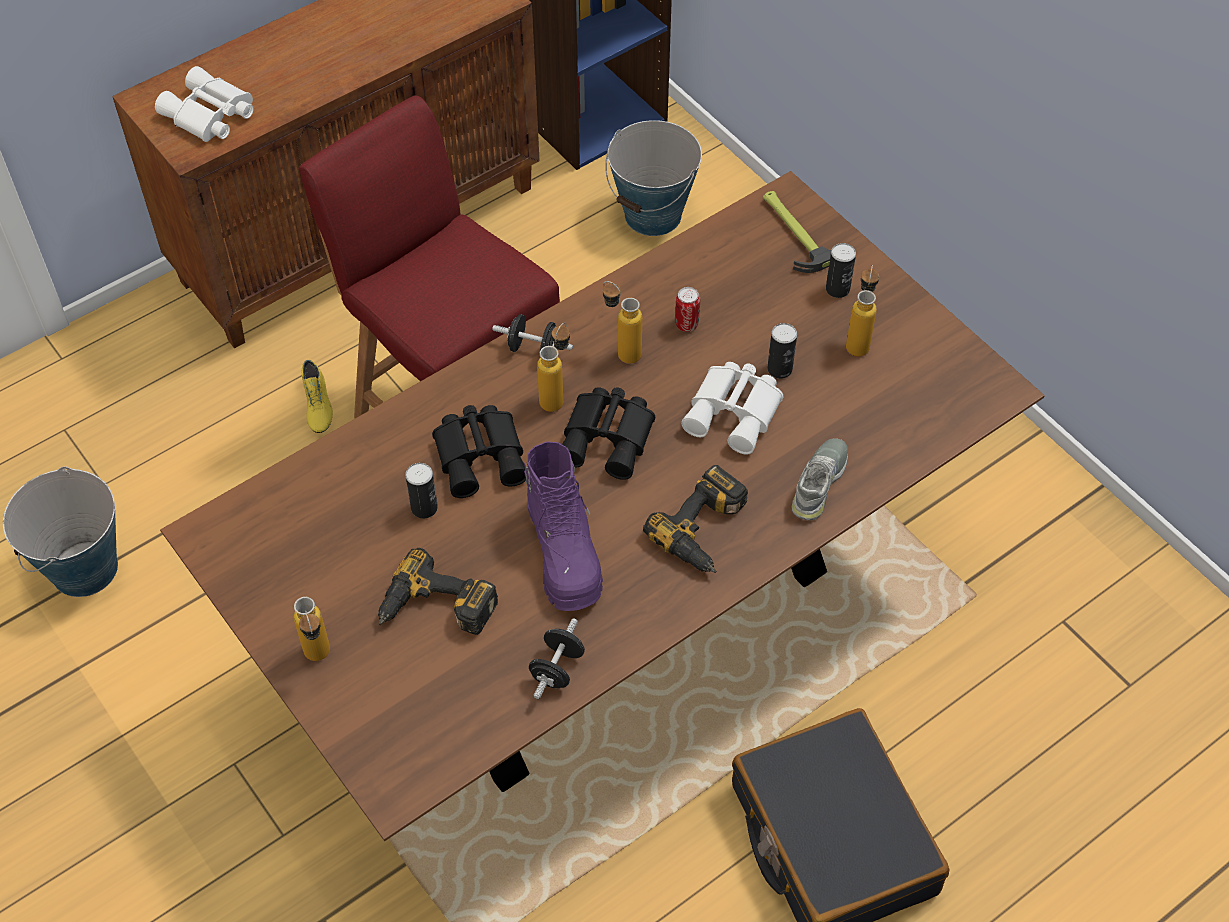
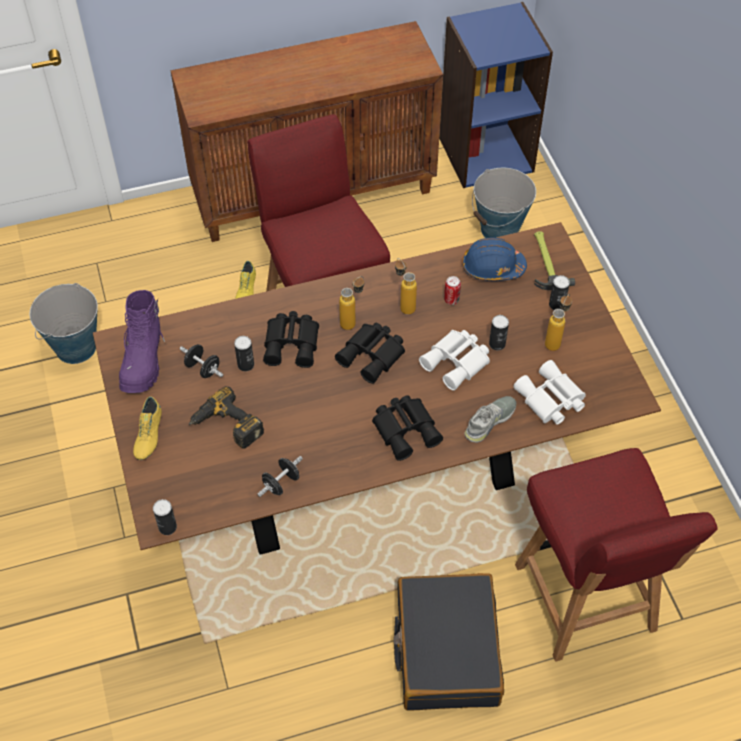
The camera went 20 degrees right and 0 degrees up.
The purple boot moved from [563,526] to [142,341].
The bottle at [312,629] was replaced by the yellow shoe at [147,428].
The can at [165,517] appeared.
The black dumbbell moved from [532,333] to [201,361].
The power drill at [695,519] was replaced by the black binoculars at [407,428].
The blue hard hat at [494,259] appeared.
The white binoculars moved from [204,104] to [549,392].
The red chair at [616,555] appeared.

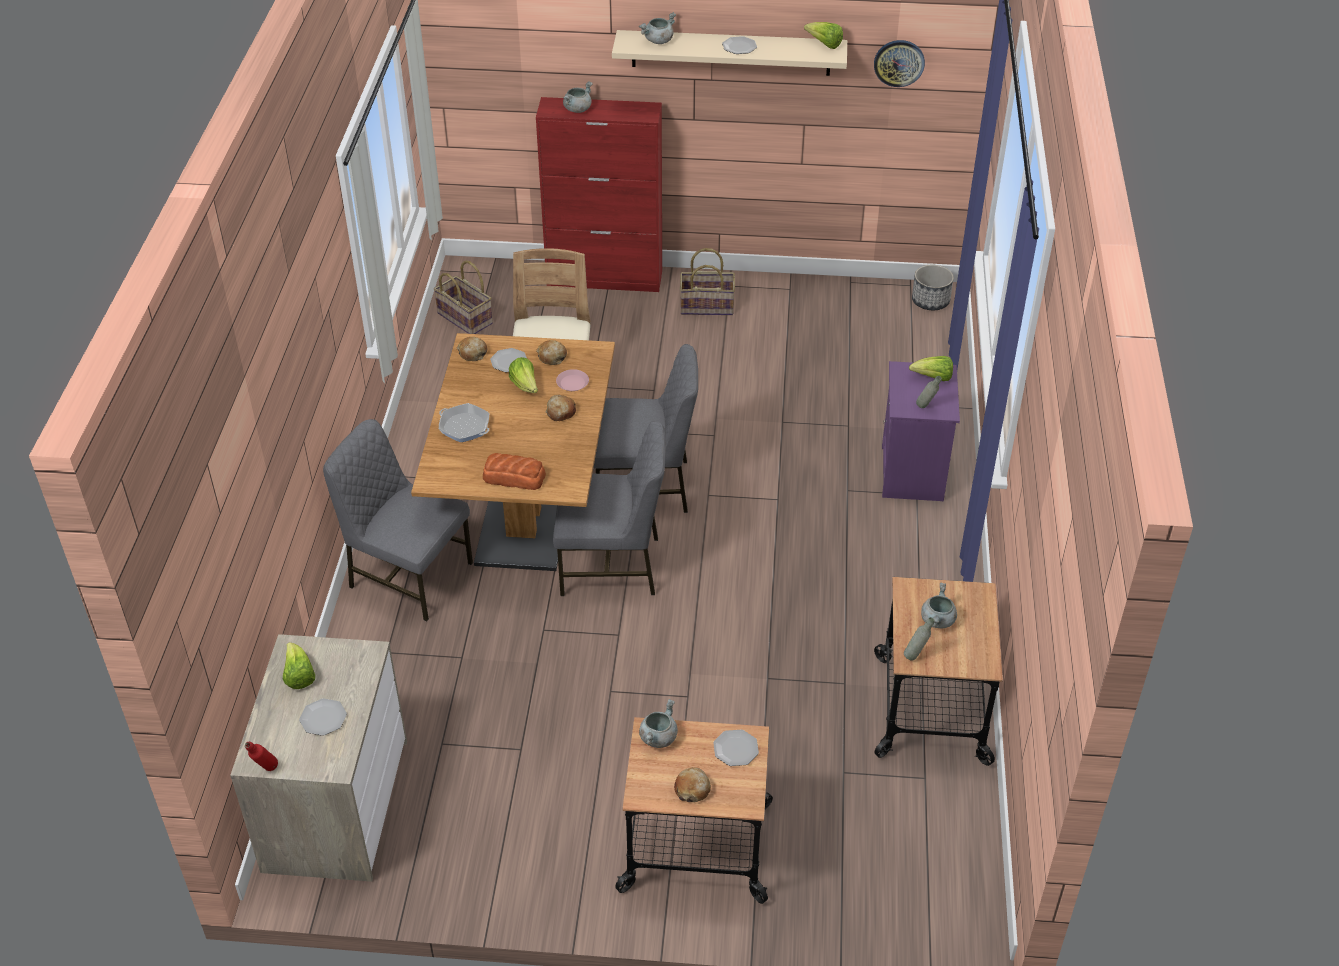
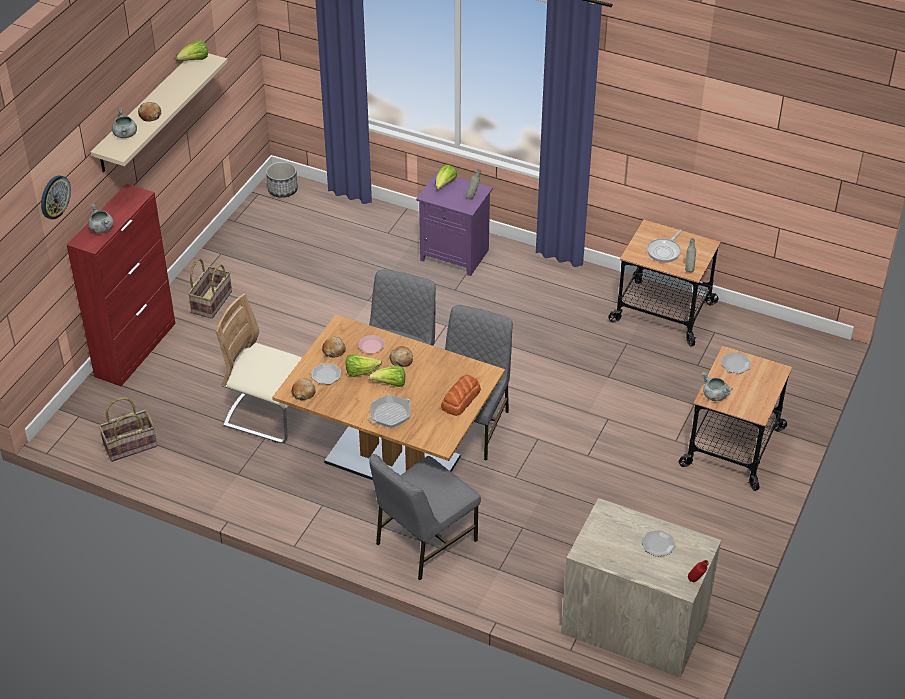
The camera went 70 degrees left and 0 degrees up.
The wall clock moved from [899,63] to [56,197].
The bread moved from [692,784] to [149,112].
The lettuce moved from [299,665] to [387,376].
The grey cooking pot at [939,605] was replaced by the frying pan at [664,246].
The plate at [739,45] disappeared.

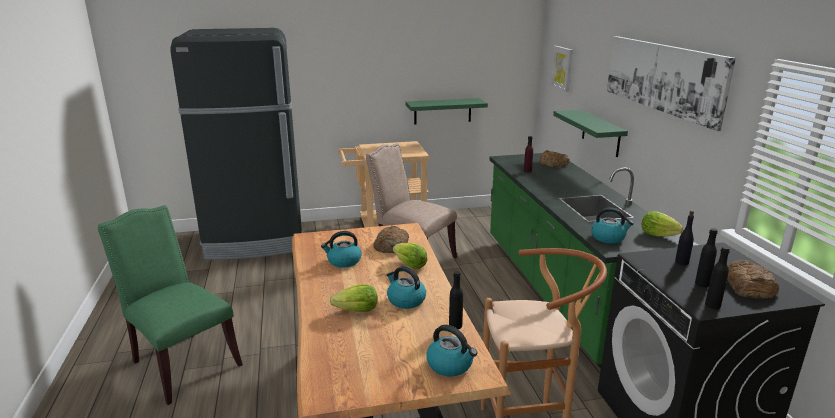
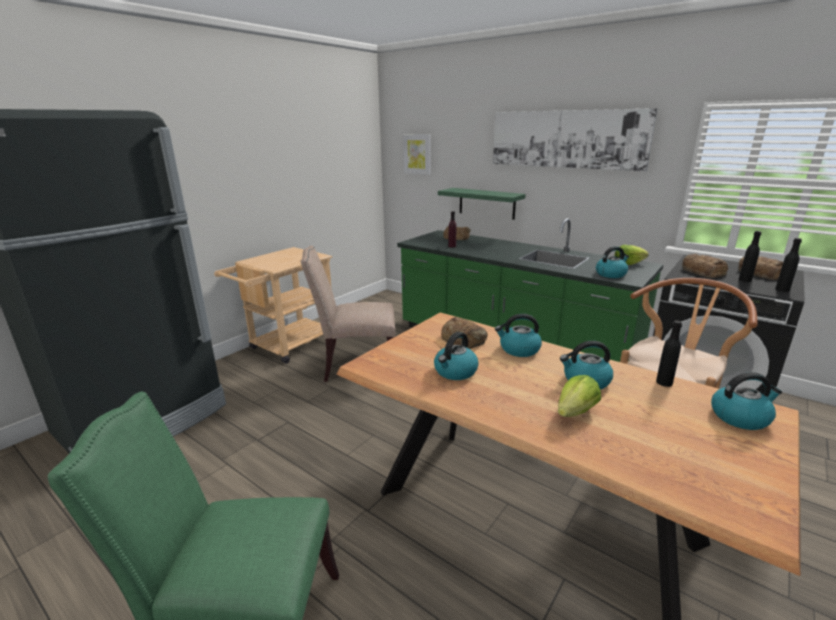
The camera went 40 degrees left and 0 degrees up.
The lettuce at [410,256] was replaced by the kettle at [518,335].
The black bottle at [684,238] was replaced by the bread at [705,266].
The green shelf at [447,111] disappeared.

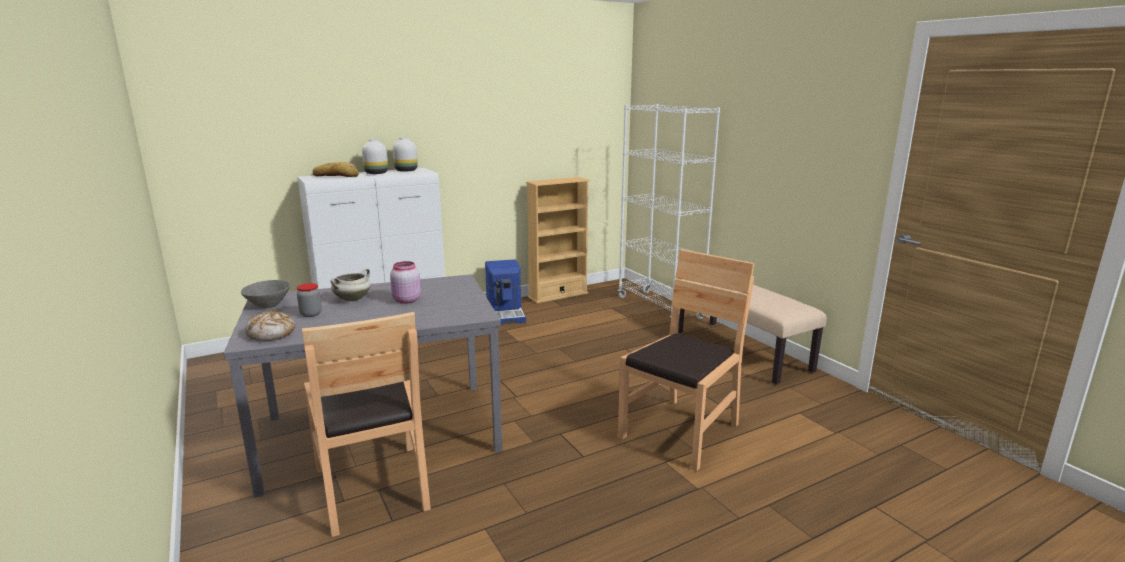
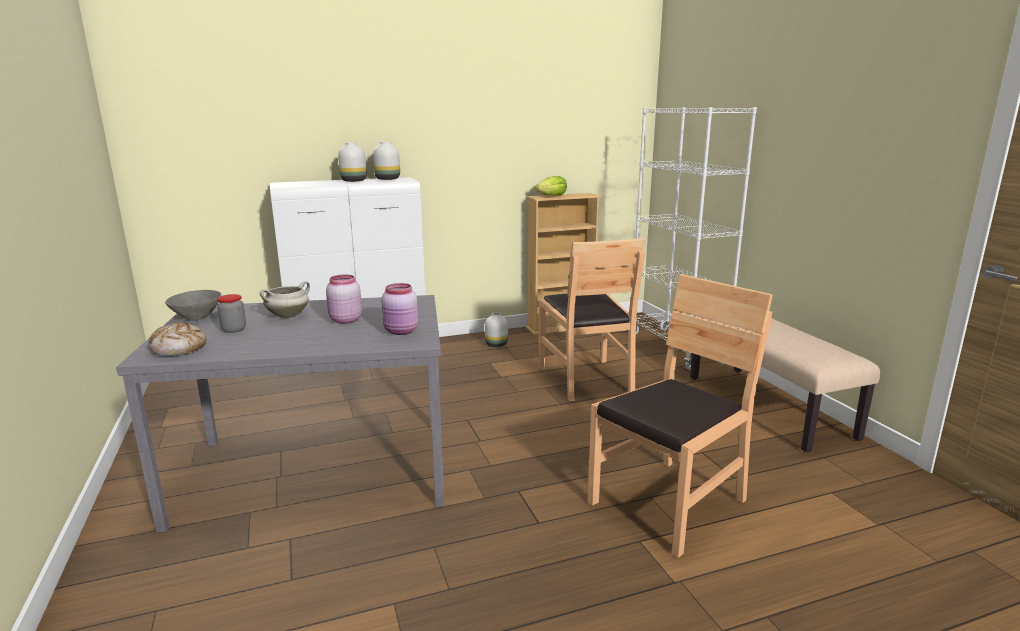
The camera went 10 degrees right and 0 degrees up.
The pink jar at [399,309] appeared.
The coffee machine at [505,292] was replaced by the white vase at [496,329].
The lettuce at [551,186] appeared.
The brown chair moved from [366,424] to [591,319].
The bread at [336,169] disappeared.

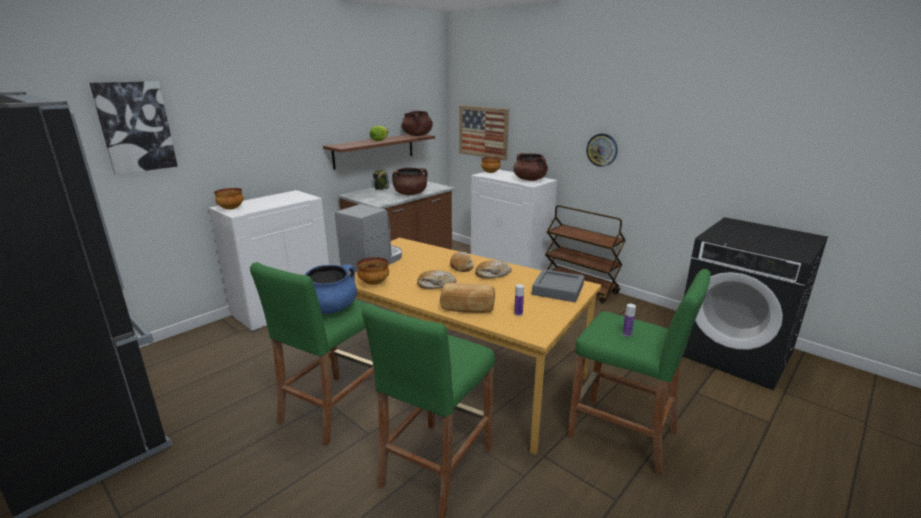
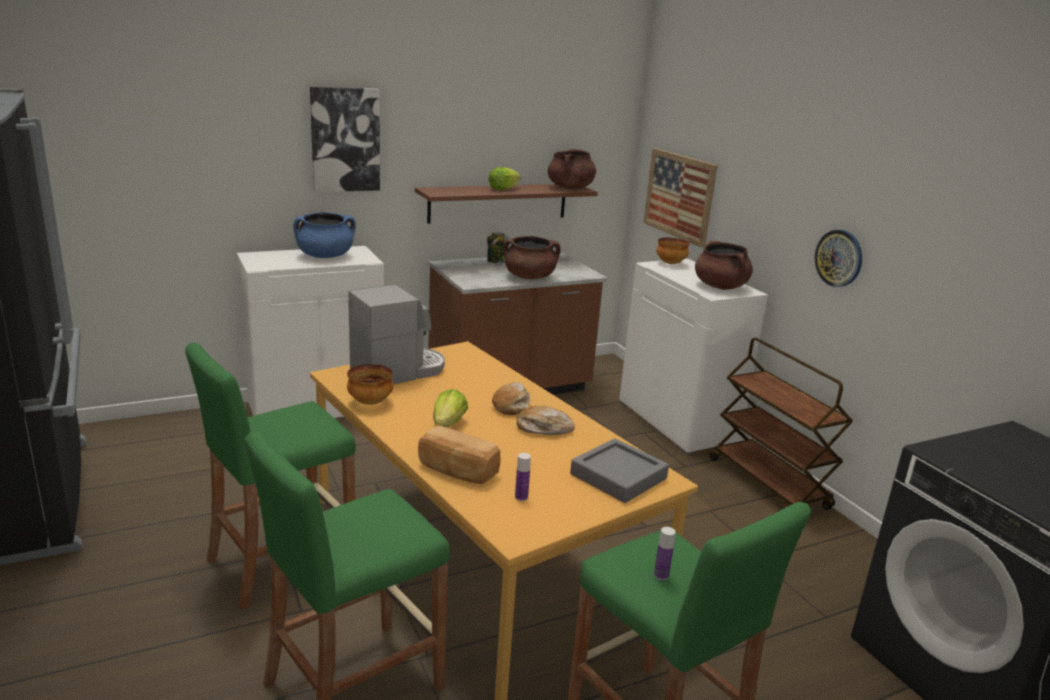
The camera went 20 degrees right and 0 degrees up.
The blue cooking pot moved from [331,289] to [325,235].
The picture moved from [134,128] to [345,139].
The bread at [437,279] was replaced by the lettuce at [450,408].
The bowl at [229,199] disappeared.

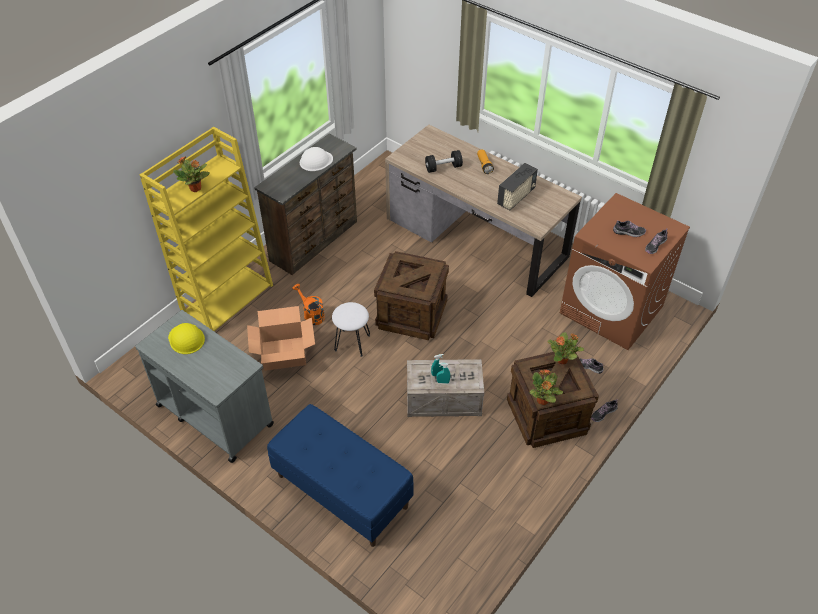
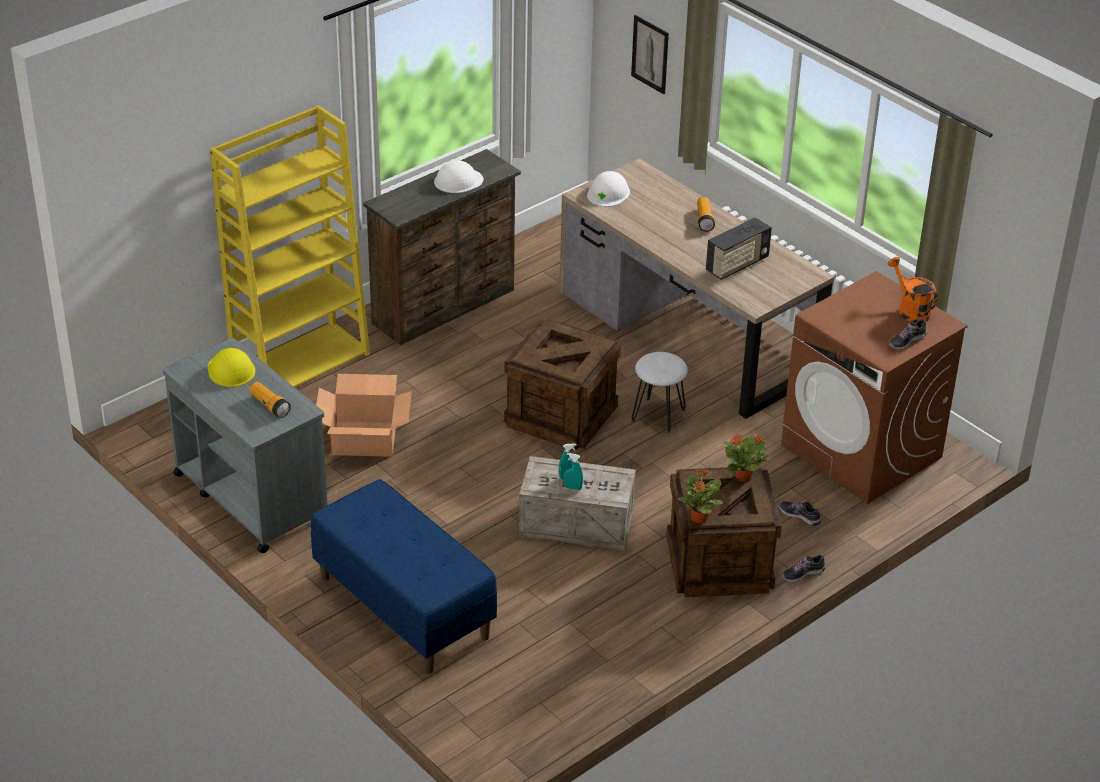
The camera went 10 degrees right and 10 degrees down.
The flashlight at [270,400] appeared.
The white hard hat at [608,189] appeared.
The picture at [650,54] appeared.
The white stool moved from [351,329] to [660,392].
The orange watering can moved from [308,304] to [913,290].
The potted plant at [191,174] disappeared.
The black dumbbell at [444,161] disappeared.
The shoe at [629,229] disappeared.

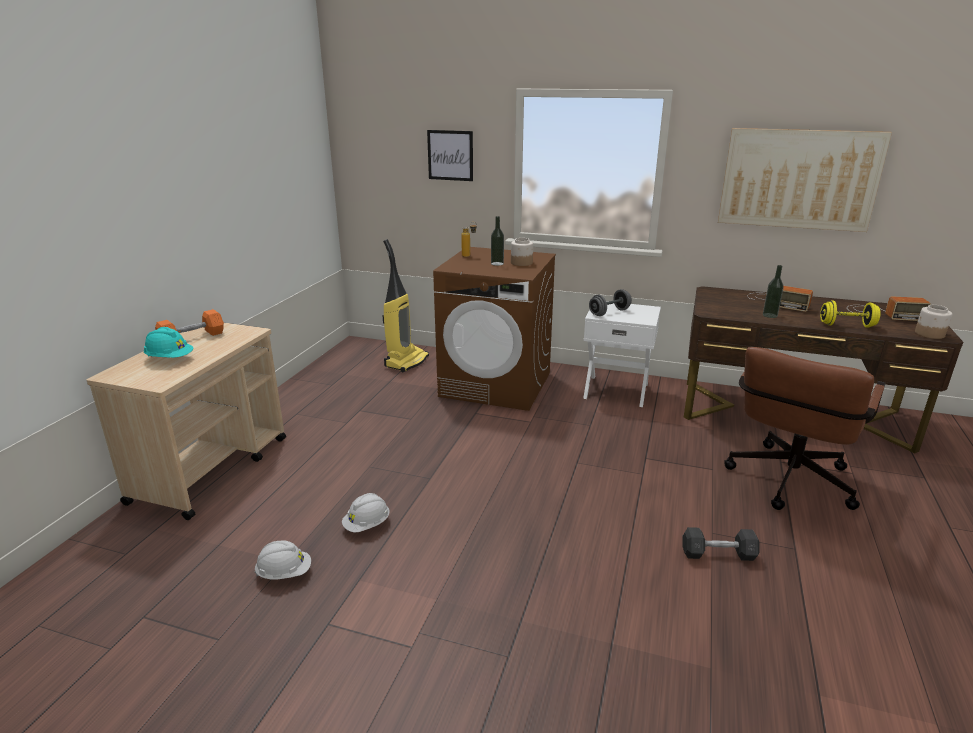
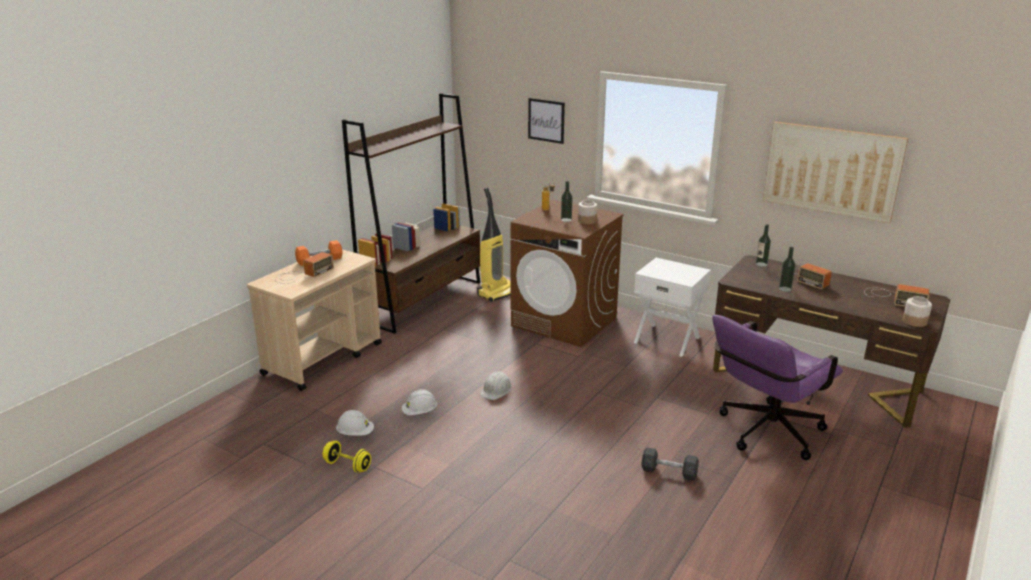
The camera went 15 degrees right and 0 degrees up.
The turquoise hard hat at [169,342] was replaced by the radio at [304,268].
The yellow dumbbell moved from [850,314] to [346,457].
The brown bookcase at [411,213] appeared.
The white hard hat at [496,385] appeared.
The brown office chair at [805,428] became the purple office chair at [777,387].
The bottle at [763,245] appeared.
The grey dumbbell at [610,302] disappeared.

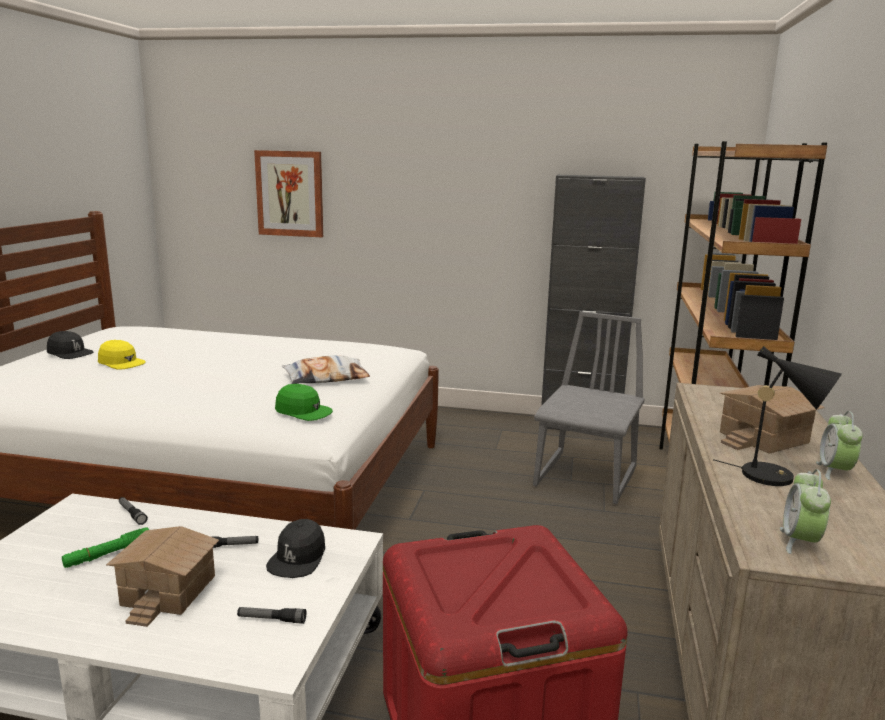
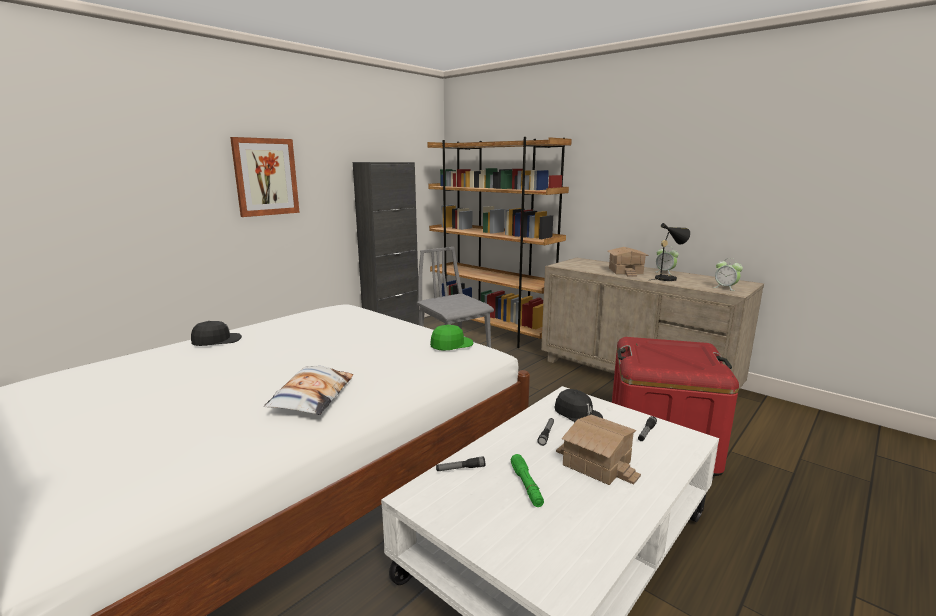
The camera went 60 degrees left and 0 degrees up.
The black cap moved from [70,345] to [216,333].
The picture moved from [288,193] to [265,177].
The pillow moved from [326,369] to [308,390].
The yellow cap at [122,355] disappeared.

